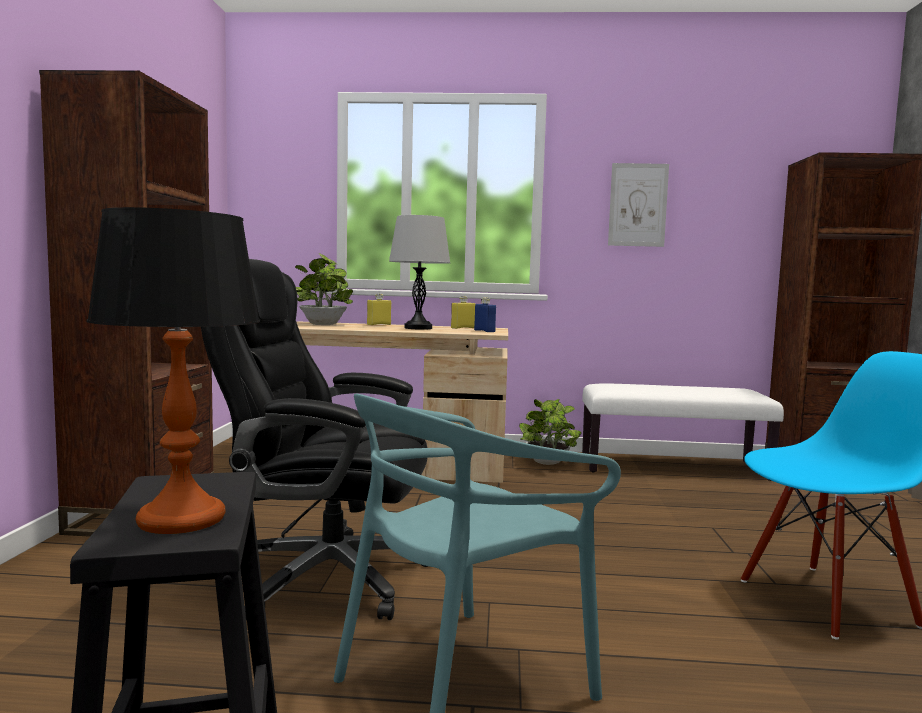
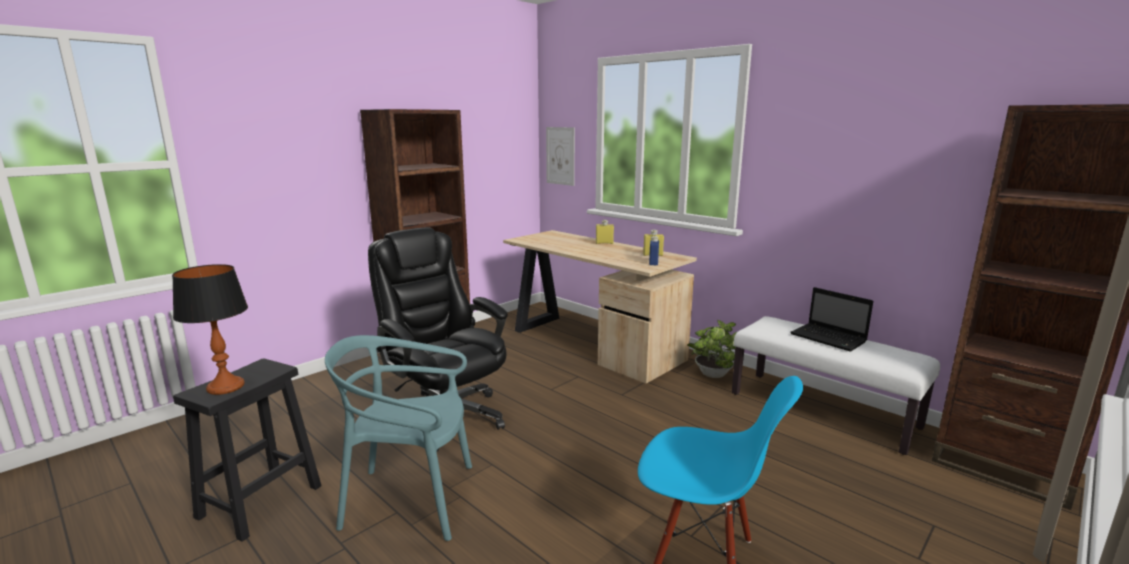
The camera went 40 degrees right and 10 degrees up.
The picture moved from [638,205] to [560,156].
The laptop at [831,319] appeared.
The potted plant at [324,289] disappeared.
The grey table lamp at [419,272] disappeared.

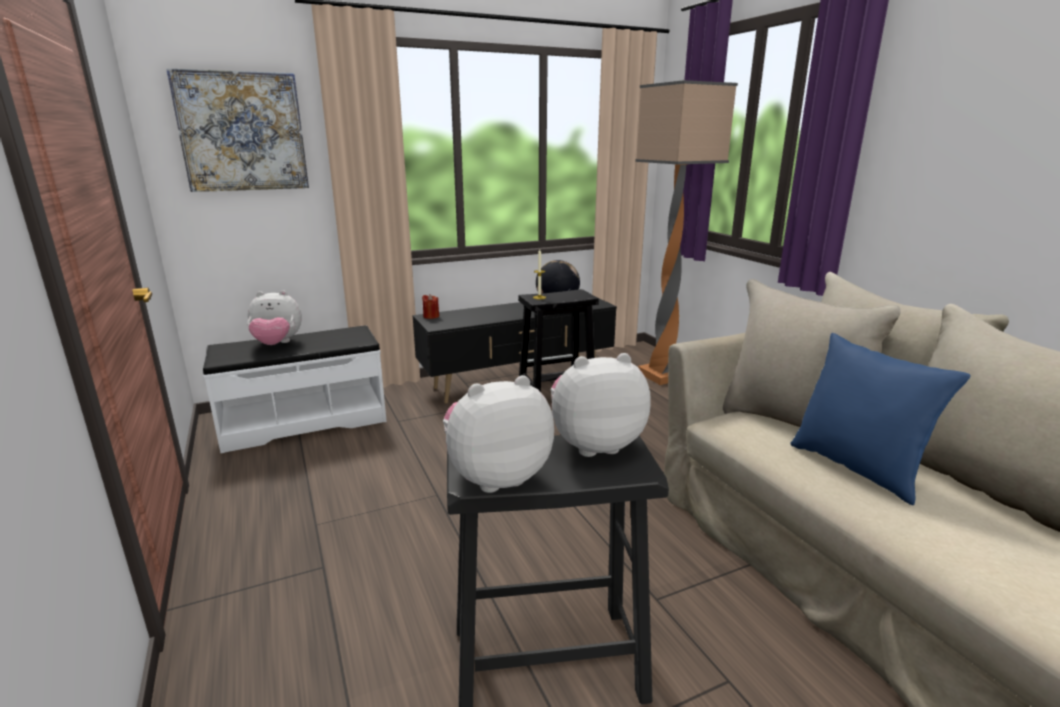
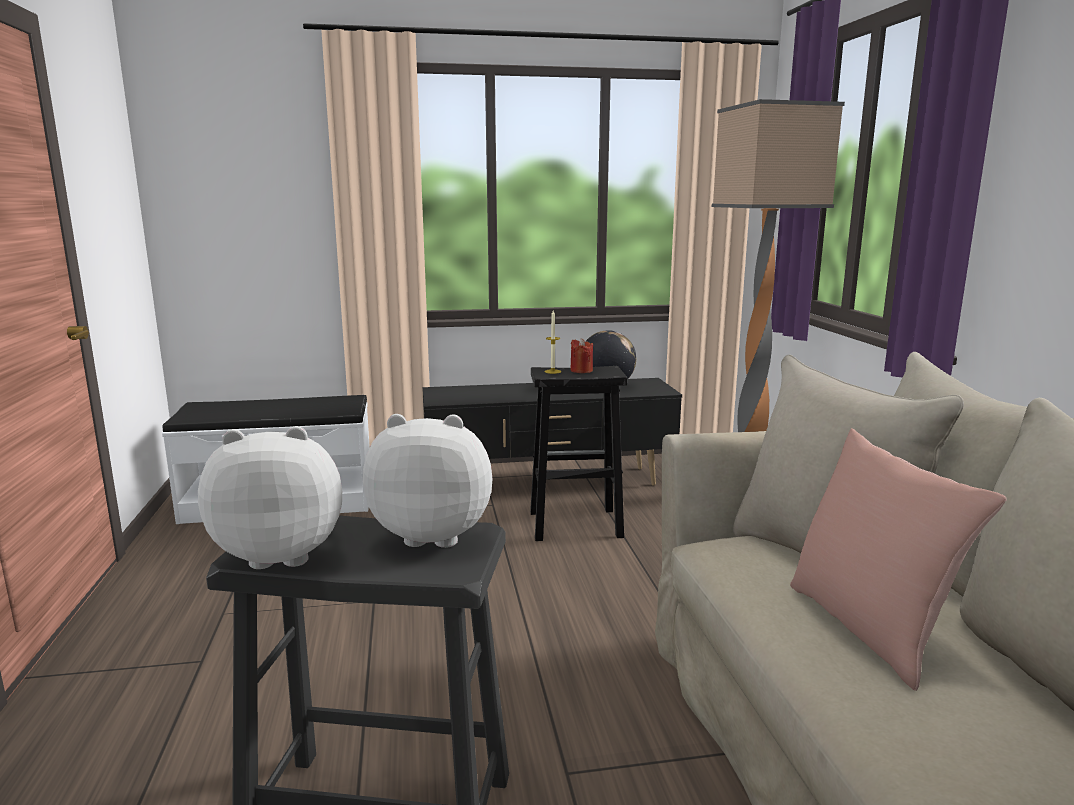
The camera went 15 degrees right and 5 degrees down.
The red candle moved from [430,306] to [581,355].
The blue pillow at [880,419] became the pink pillow at [898,559].
The picture at [237,130] disappeared.
The plush toy at [274,318] disappeared.

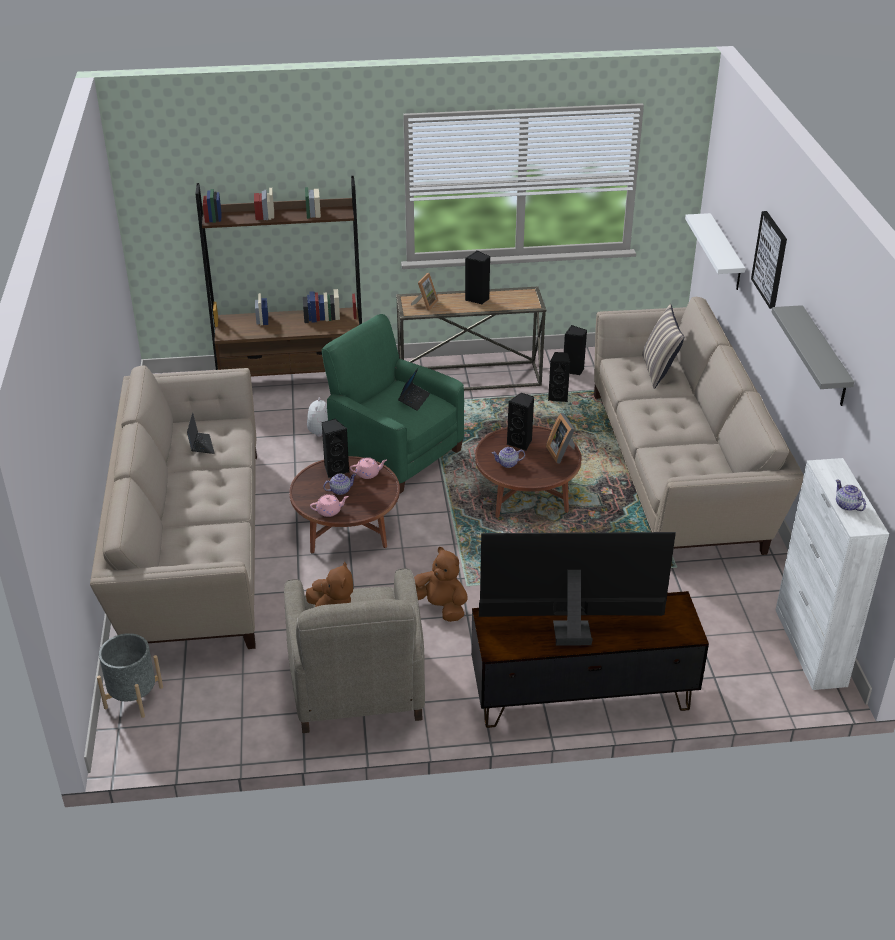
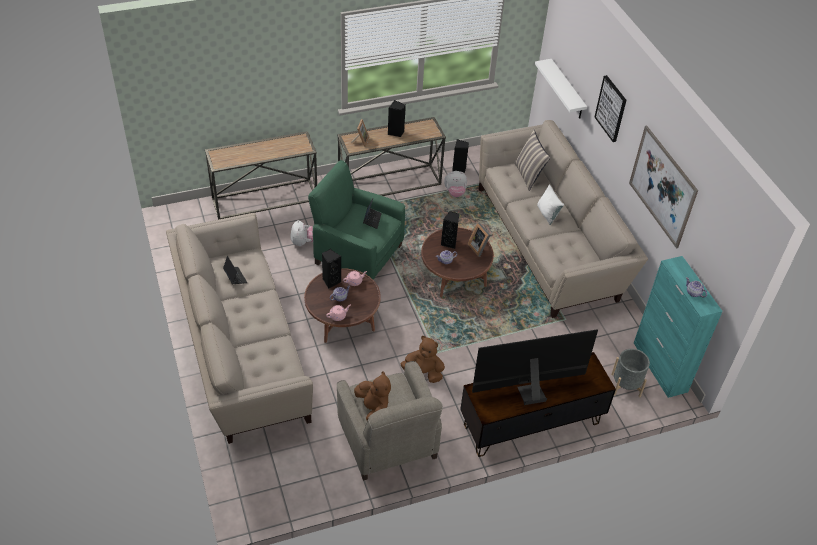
The camera went 15 degrees left and 10 degrees up.
The brown bookcase at [278,276] was replaced by the console table at [261,175].
The black speaker at [559,377] was replaced by the plush toy at [455,184].
The white pillow at [550,204] appeared.
The grey planter moved from [130,675] to [630,373].
The grey shelf at [813,355] was replaced by the picture at [663,187].
The white cabinet at [832,574] became the turquoise cabinet at [678,327].

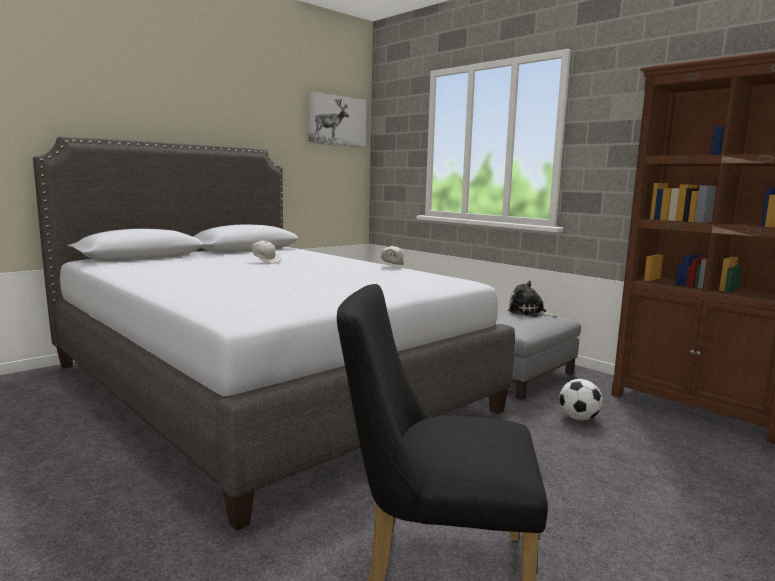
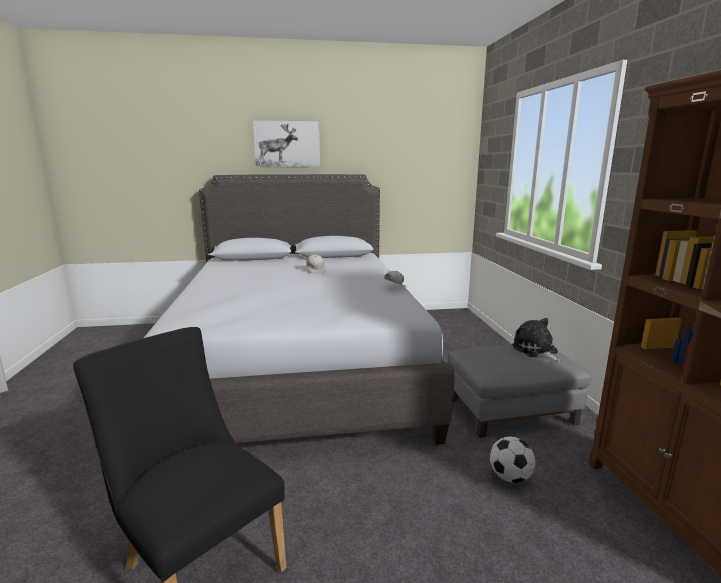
The camera went 35 degrees right and 5 degrees up.
The picture moved from [337,119] to [286,143].

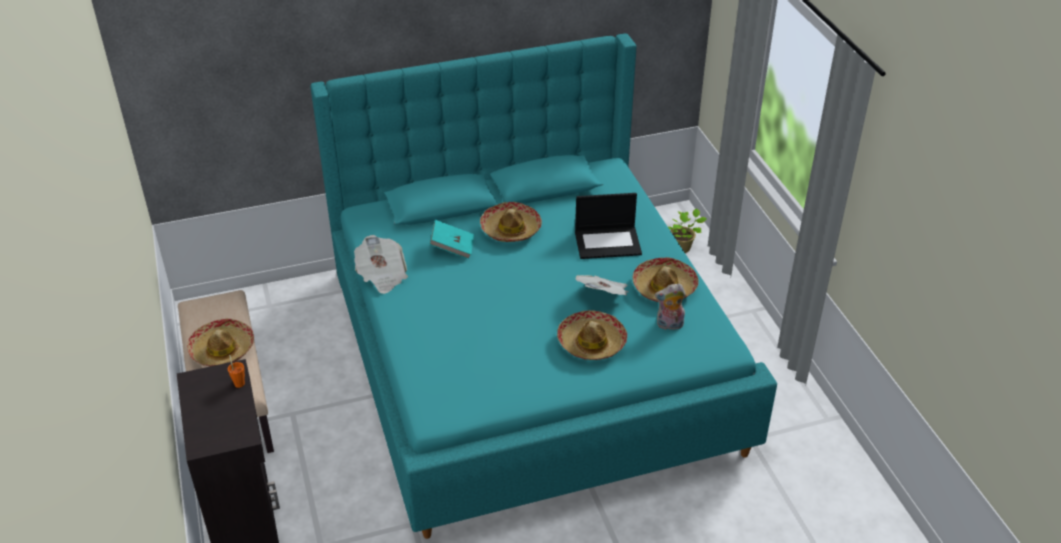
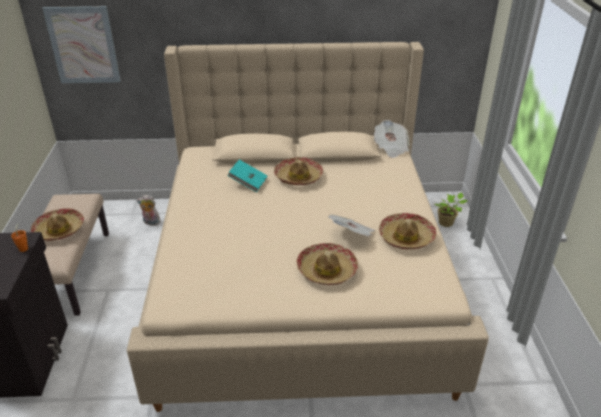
The camera went 15 degrees right and 5 degrees down.
The picture at [81,44] appeared.
The turquoise bed at [543,286] became the beige bed at [308,227].
The plush toy moved from [670,307] to [149,210].
The newspaper moved from [381,264] to [391,139].
The laptop at [608,226] disappeared.

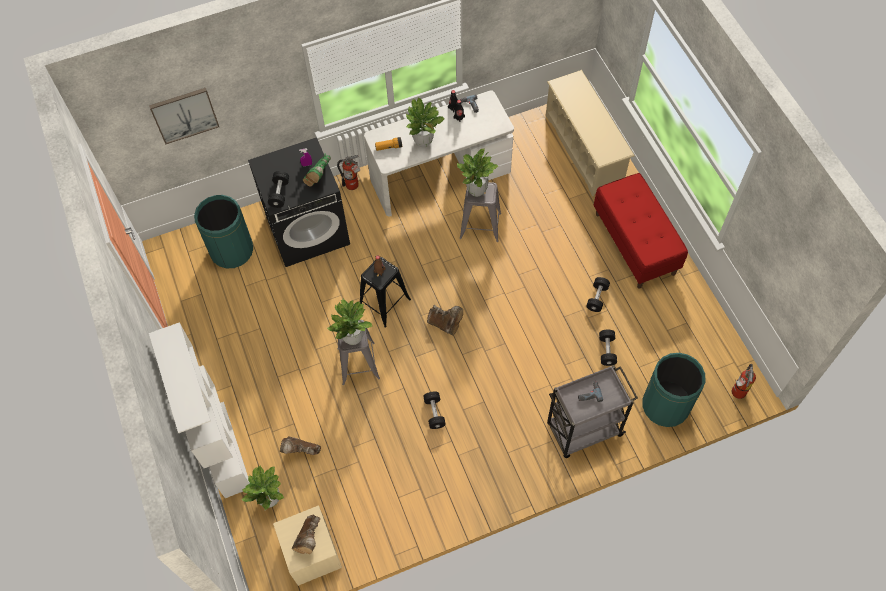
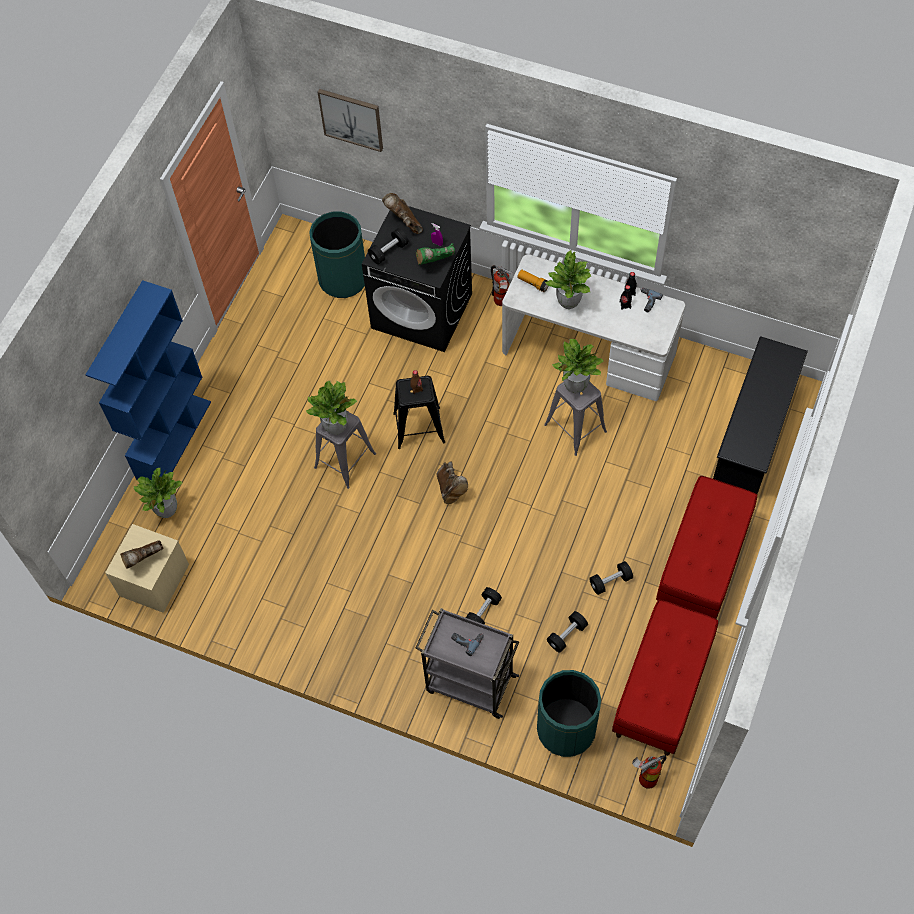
The camera went 45 degrees right and 0 degrees up.
The white bookcase at [199,410] became the blue bookcase at [148,380].
The brown boot moved from [300,446] to [402,213].
The black dumbbell moved from [434,410] to [484,605].
The red bench at [665,678] appeared.
The beige shoe rack at [590,133] became the black shoe rack at [760,415].

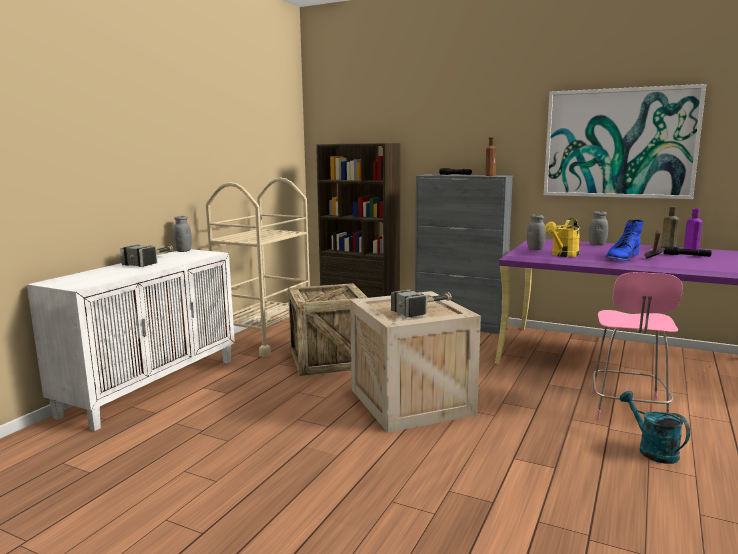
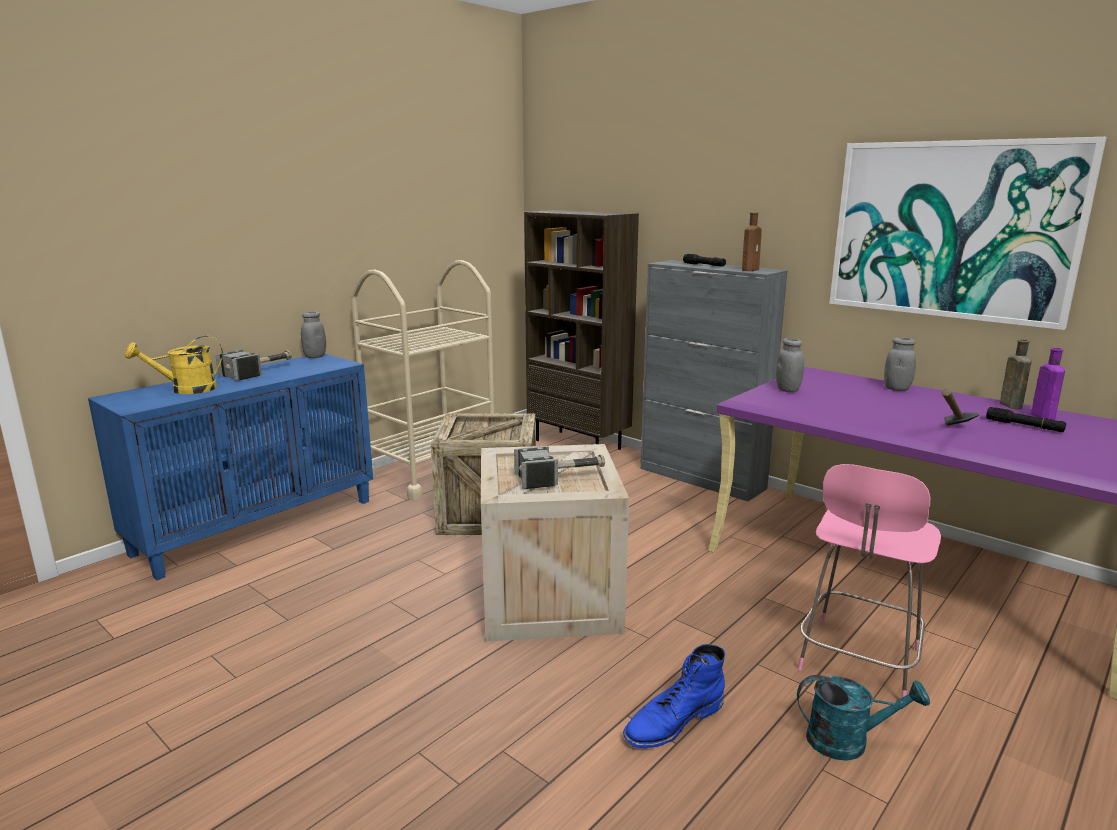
The camera went 15 degrees right and 5 degrees up.
The white cabinet at [131,340] became the blue cabinet at [230,467].
The yellow watering can moved from [562,237] to [174,365].
The blue boot moved from [625,240] to [674,696].
The turquoise watering can at [655,427] turned 105 degrees clockwise.

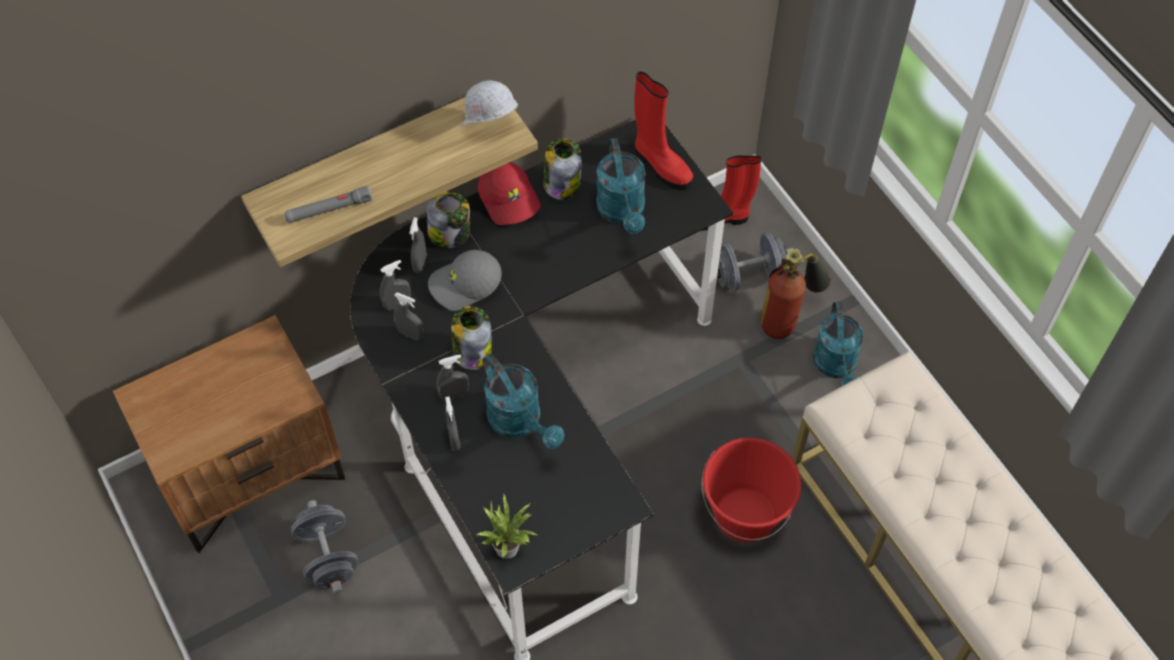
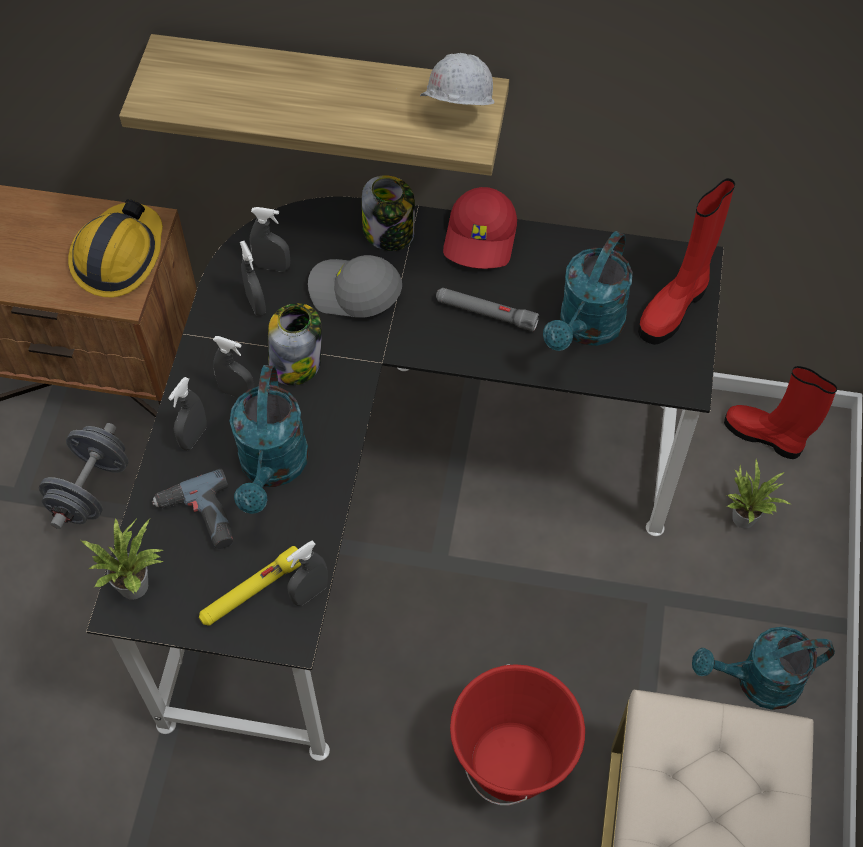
The camera went 40 degrees right and 0 degrees up.
The hard hat at [115,248] appeared.
The power drill at [192,509] appeared.
The yellow flashlight at [250,586] appeared.
The grey spray bottle moved from [417,245] to [307,573].
The grey flashlight moved from [328,204] to [487,309].
The red boot at [663,131] turned 45 degrees clockwise.
The turquoise watering can at [838,344] turned 45 degrees clockwise.
The grey dumbbell at [755,262] was replaced by the potted plant at [758,494].
The jar at [562,169] disappeared.
The fire extinguisher at [796,294] disappeared.

